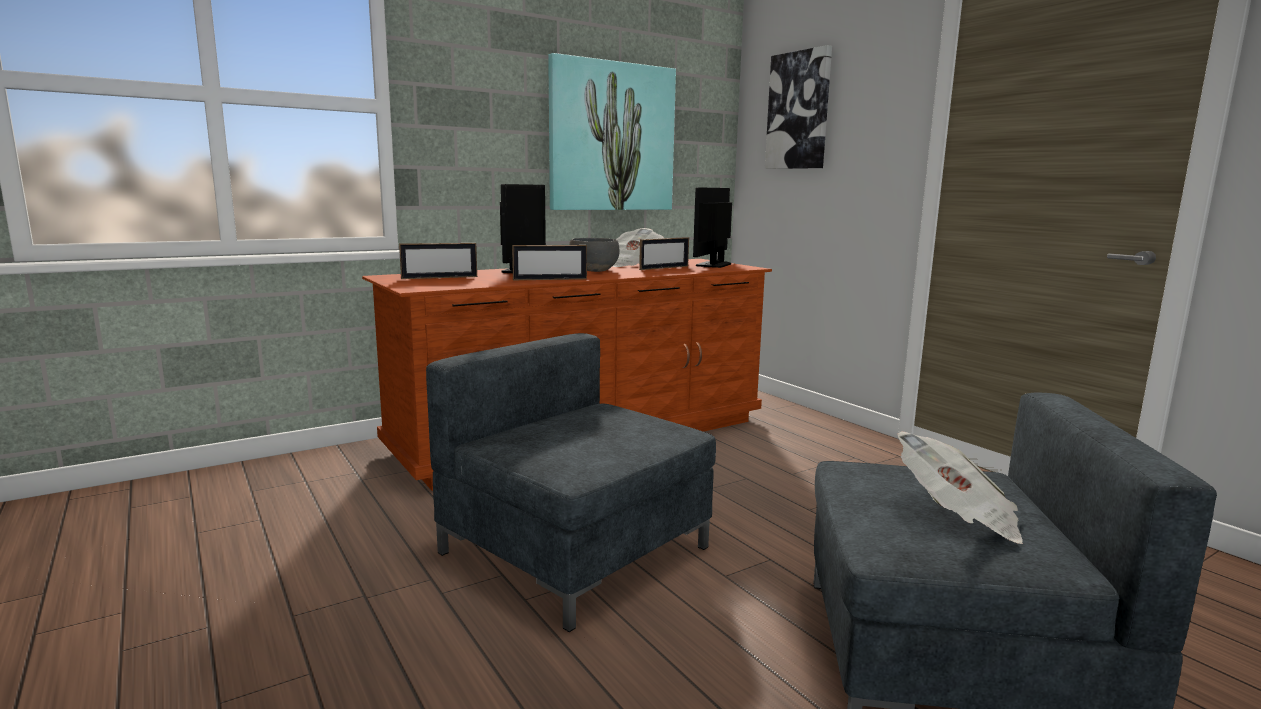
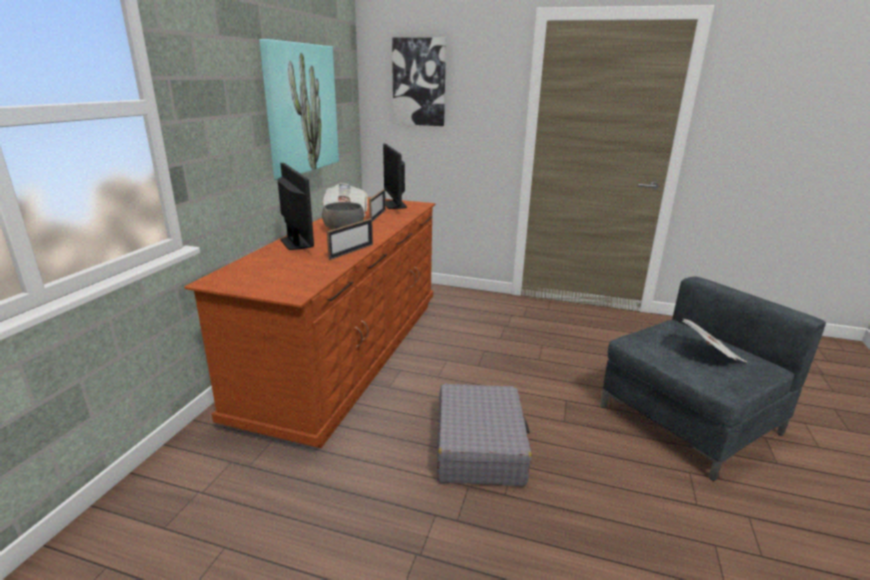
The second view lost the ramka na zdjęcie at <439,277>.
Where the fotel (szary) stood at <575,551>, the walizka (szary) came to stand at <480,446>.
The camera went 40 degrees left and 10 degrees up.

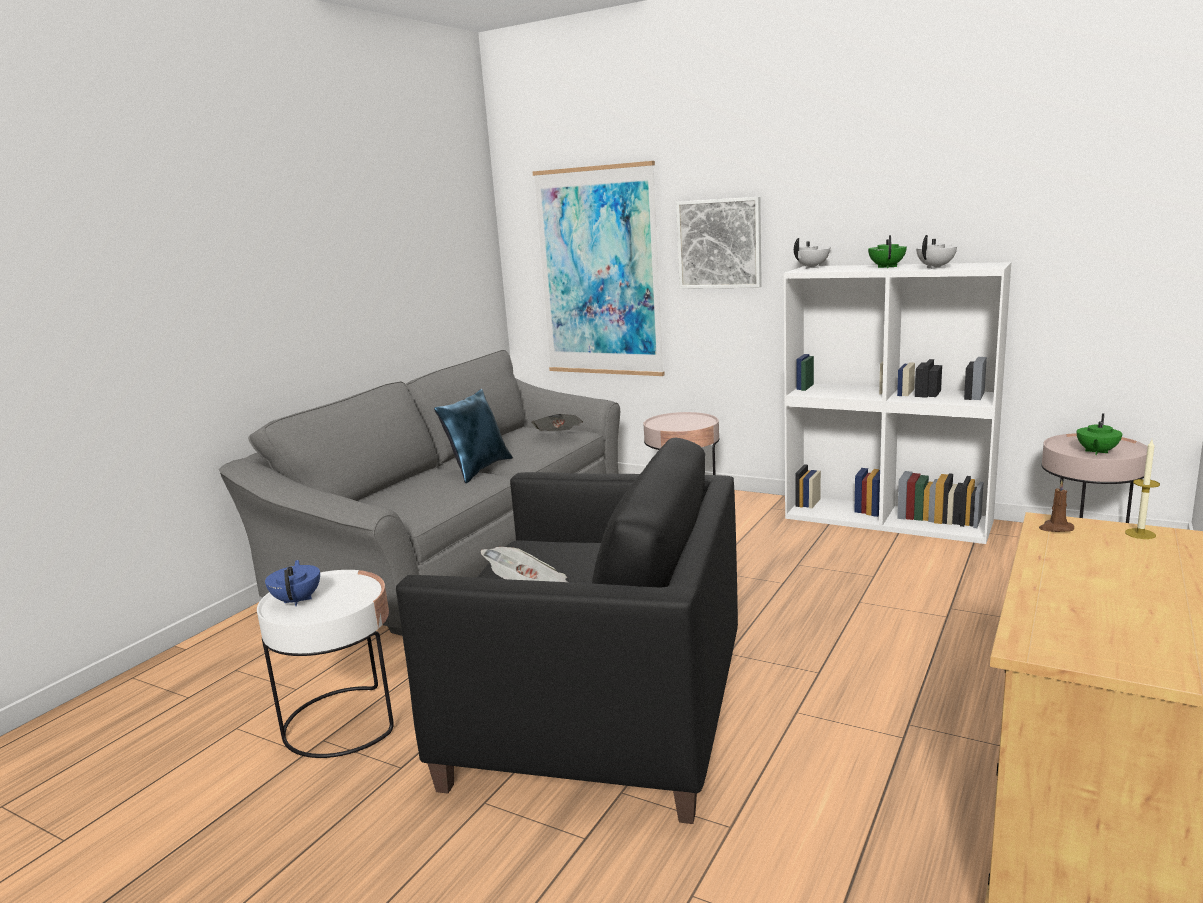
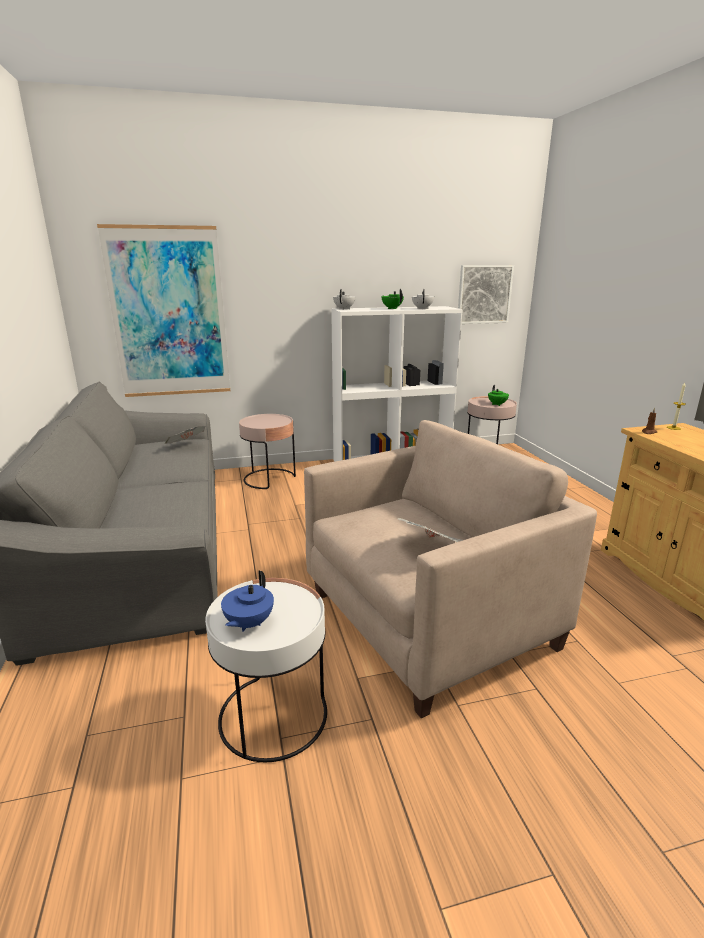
The second view lost the poduszka (niebieski) at <478,470>.
The obraz ended up elsewhere, having gone from <719,243> to <484,294>.
What was the fotel (czarny) at <598,714> turned into the fotel (beżowy) at <427,618>.
The imbryk (niebieski) at <298,600> ended up facing another way, 105 degrees counterclockwise from before.
The camera went 45 degrees left and 5 degrees up.

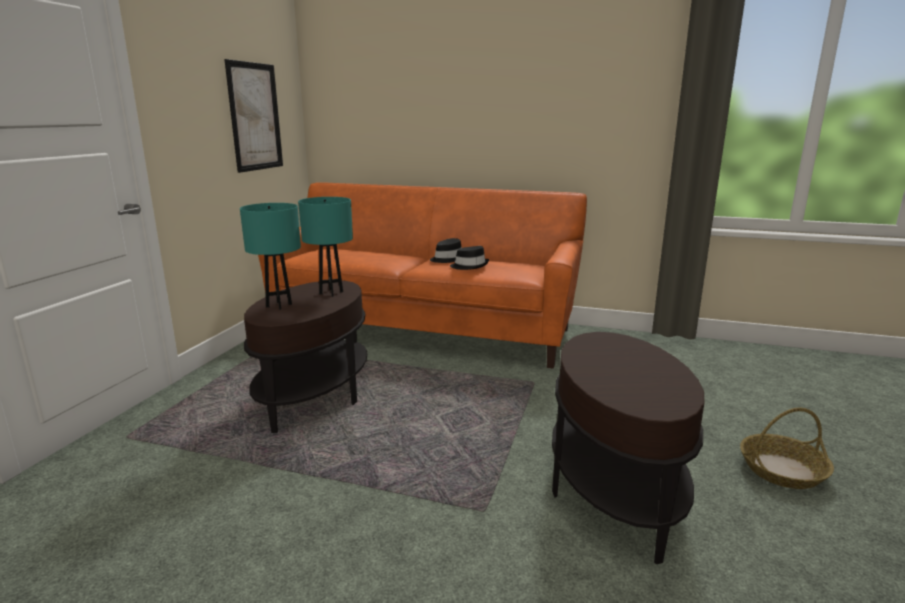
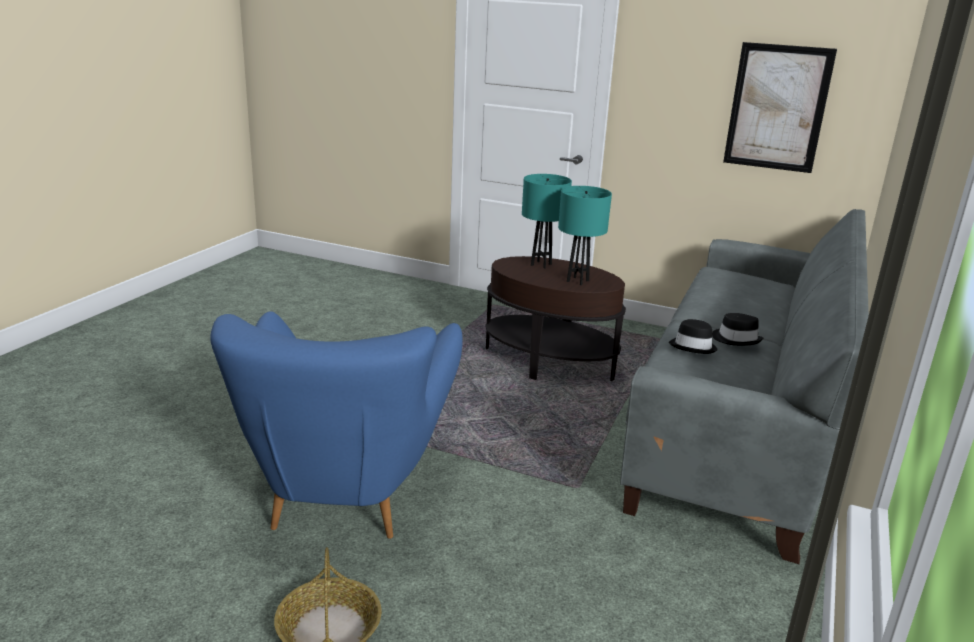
Where the stolik (brązowy) stood at <614,492>, the fotel (niebieski) came to stand at <346,492>.
What was the kanapa (pomarańczowy) at <423,330> turned into the kanapa (szary) at <738,427>.
The camera went 95 degrees right and 5 degrees up.

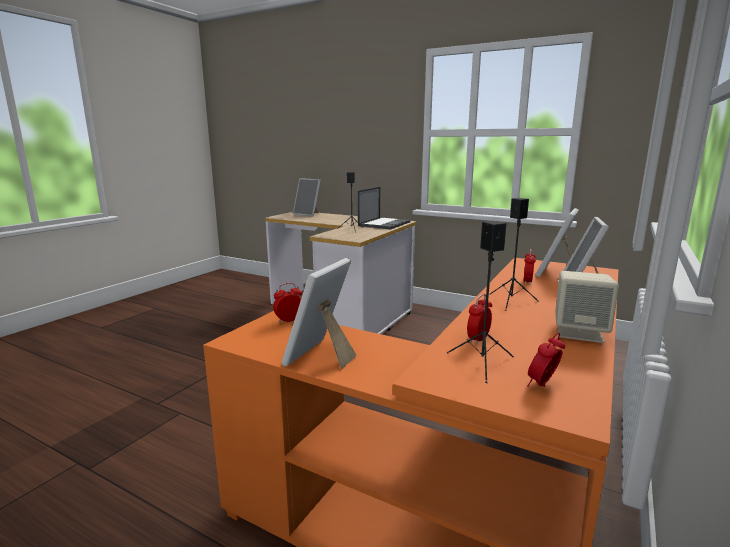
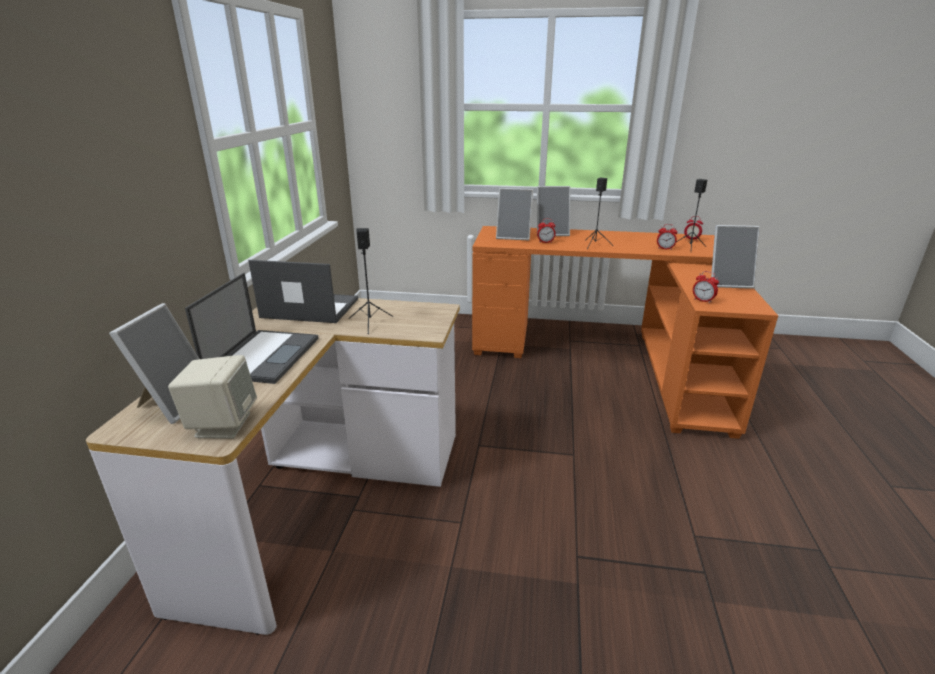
The second view gained the laptop at <264,355>.
The głośnik (beżowy) ended up elsewhere, having gone from <579,333> to <222,424>.
The camera went 110 degrees left and 10 degrees up.

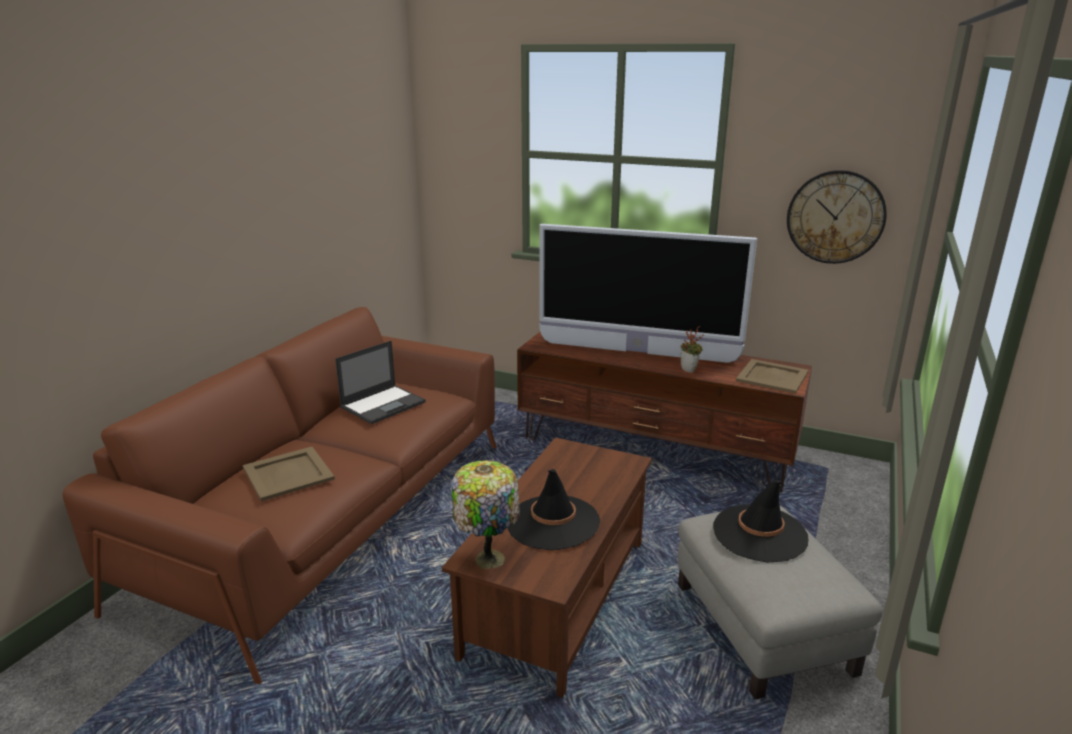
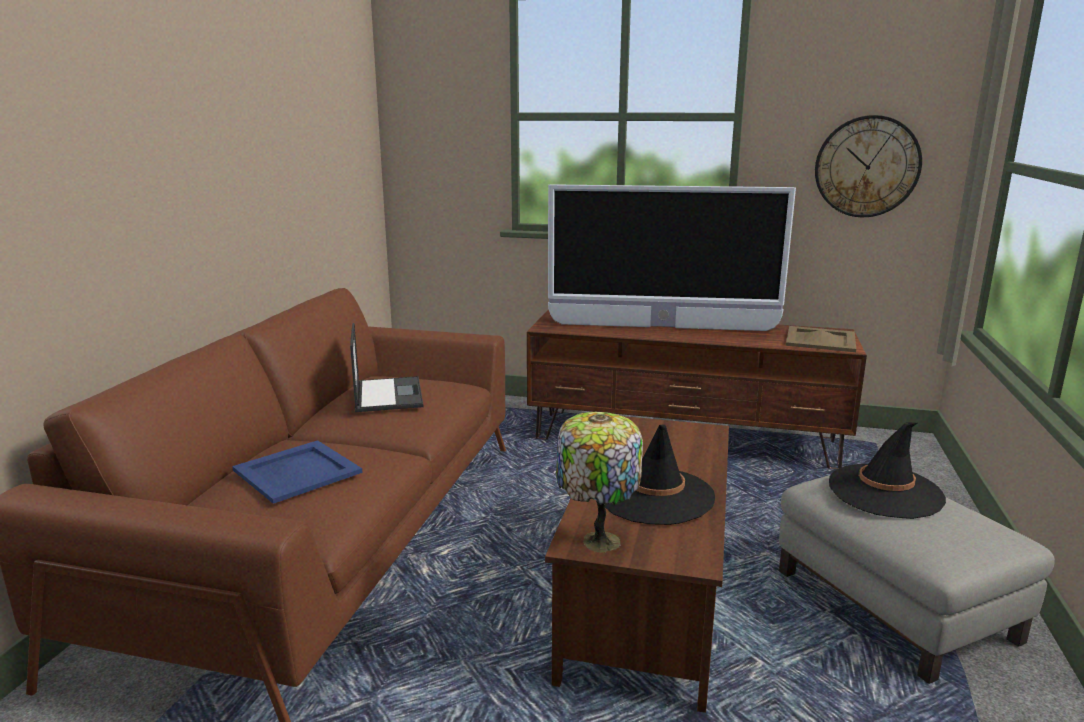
The second view lost the roślina doniczkowa at <690,370>.
What was the taca (beżowy) at <288,473> turned into the taca (niebieski) at <297,471>.
The laptop at <384,404> ended up facing another way, 45 degrees counterclockwise from before.
The camera went 10 degrees left and 5 degrees down.

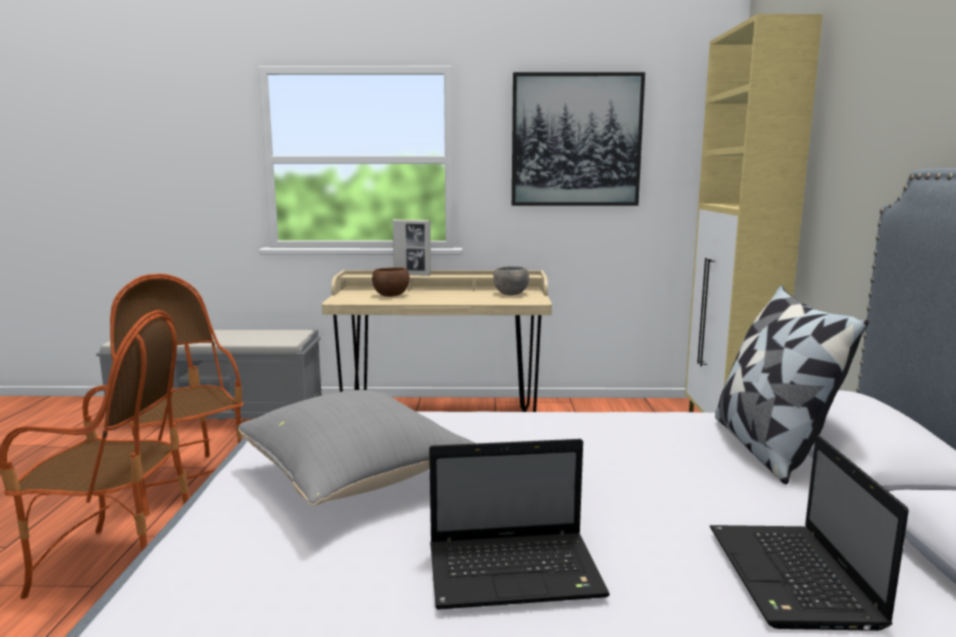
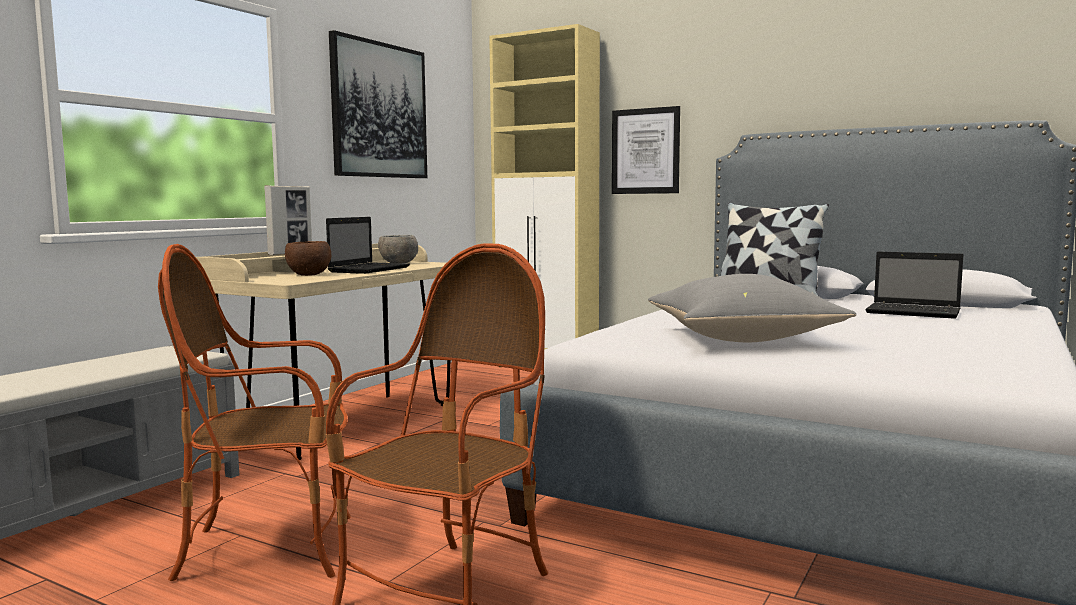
The second view gained the obraz at <645,151>.
The laptop ended up elsewhere, having gone from <517,572> to <370,269>.
The camera went 60 degrees left and 5 degrees down.

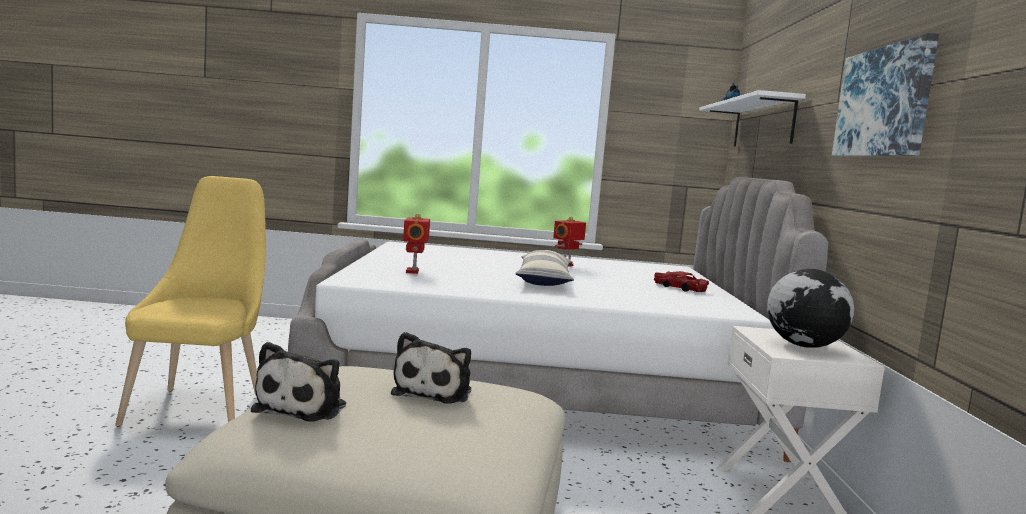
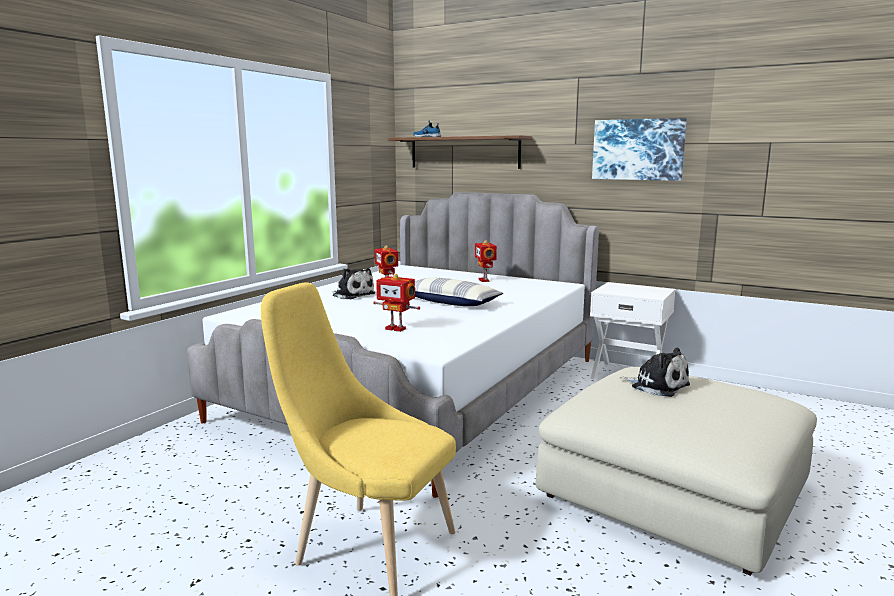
The second view lost the globus at <804,346>.
The pluszak ended up elsewhere, having gone from <304,407> to <352,295>.
Where the samochodzik (czerwony) stood at <680,288>, the robot zabawkowy came to stand at <484,280>.
What was the półka (biały) at <762,124> turned into the półka (brązowy) at <464,152>.
The camera went 60 degrees left and 5 degrees up.

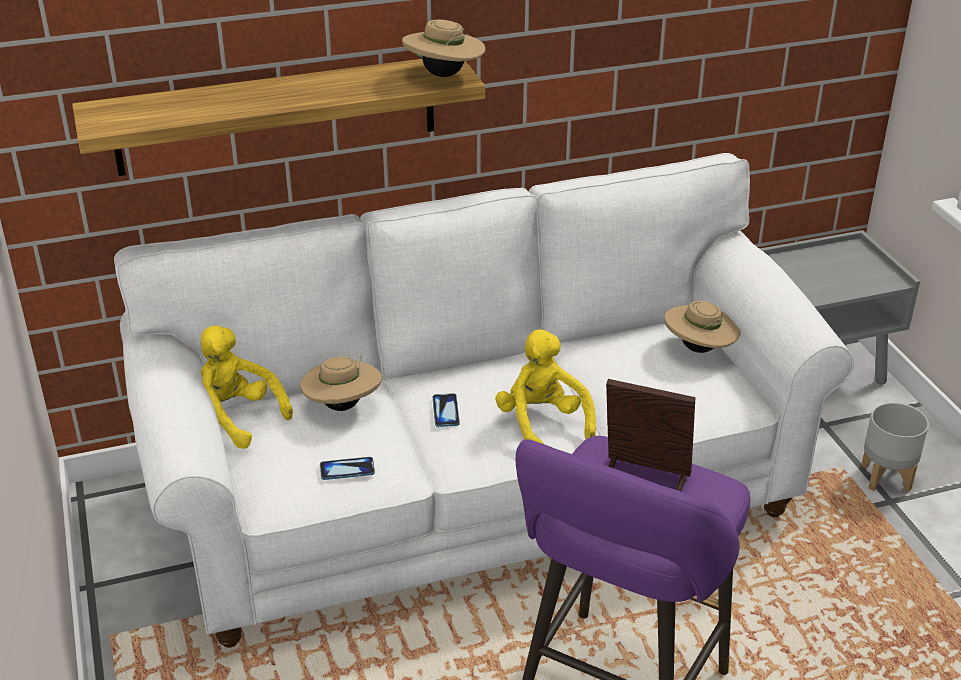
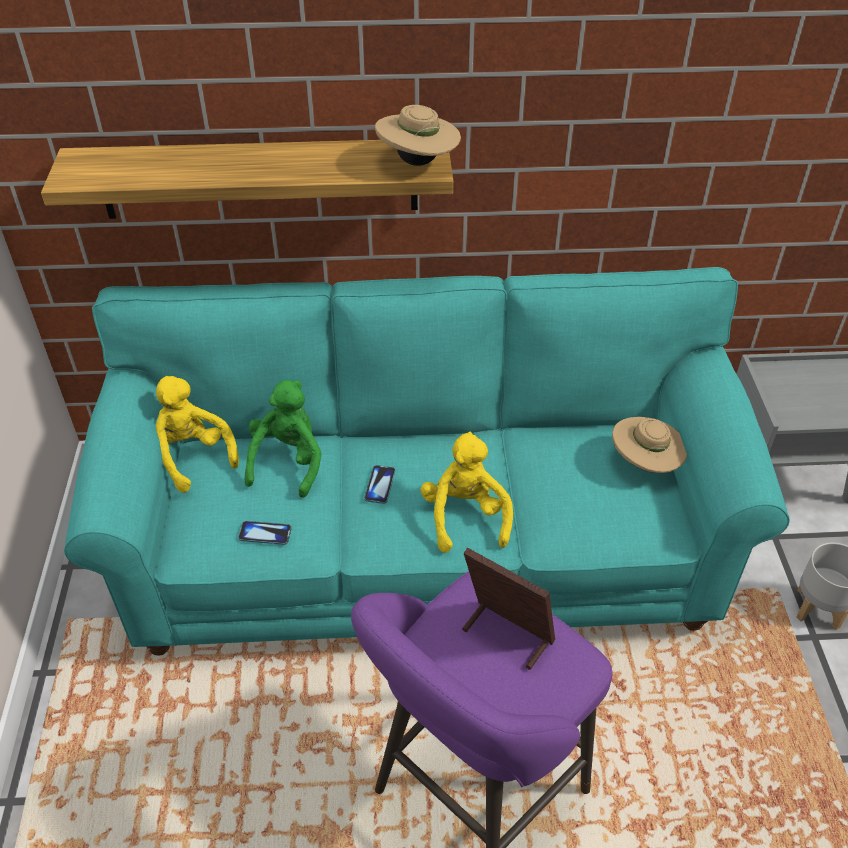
Where the kapelusz (beżowy) stood at <343,405>, the pluszak (zielony) came to stand at <288,462>.
What was the kanapa (biały) at <480,497> turned into the kanapa (turkusowy) at <424,548>.
The camera went 15 degrees right and 10 degrees up.

